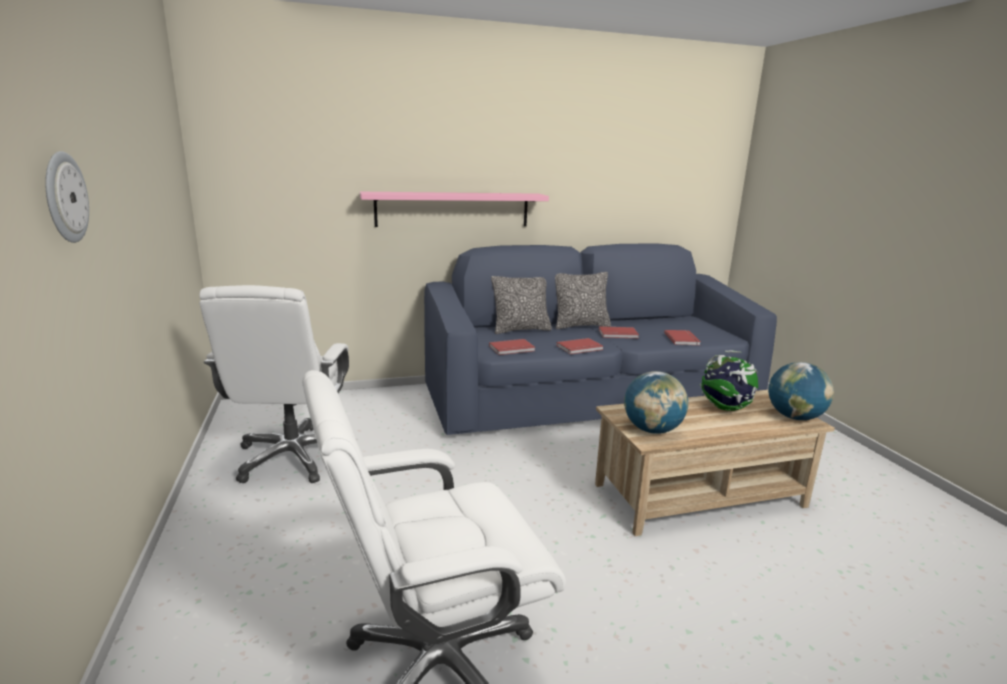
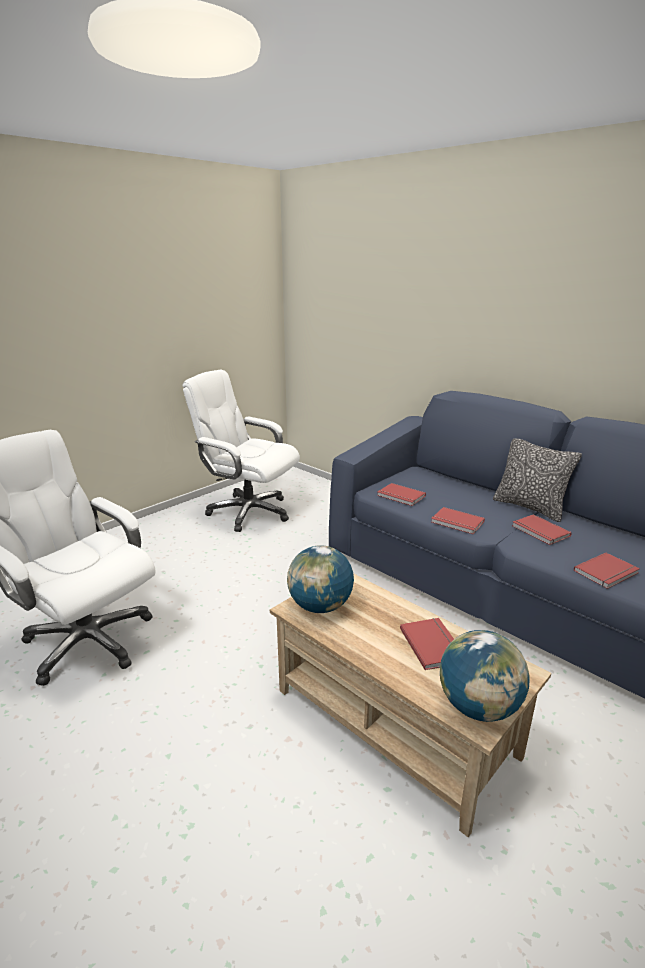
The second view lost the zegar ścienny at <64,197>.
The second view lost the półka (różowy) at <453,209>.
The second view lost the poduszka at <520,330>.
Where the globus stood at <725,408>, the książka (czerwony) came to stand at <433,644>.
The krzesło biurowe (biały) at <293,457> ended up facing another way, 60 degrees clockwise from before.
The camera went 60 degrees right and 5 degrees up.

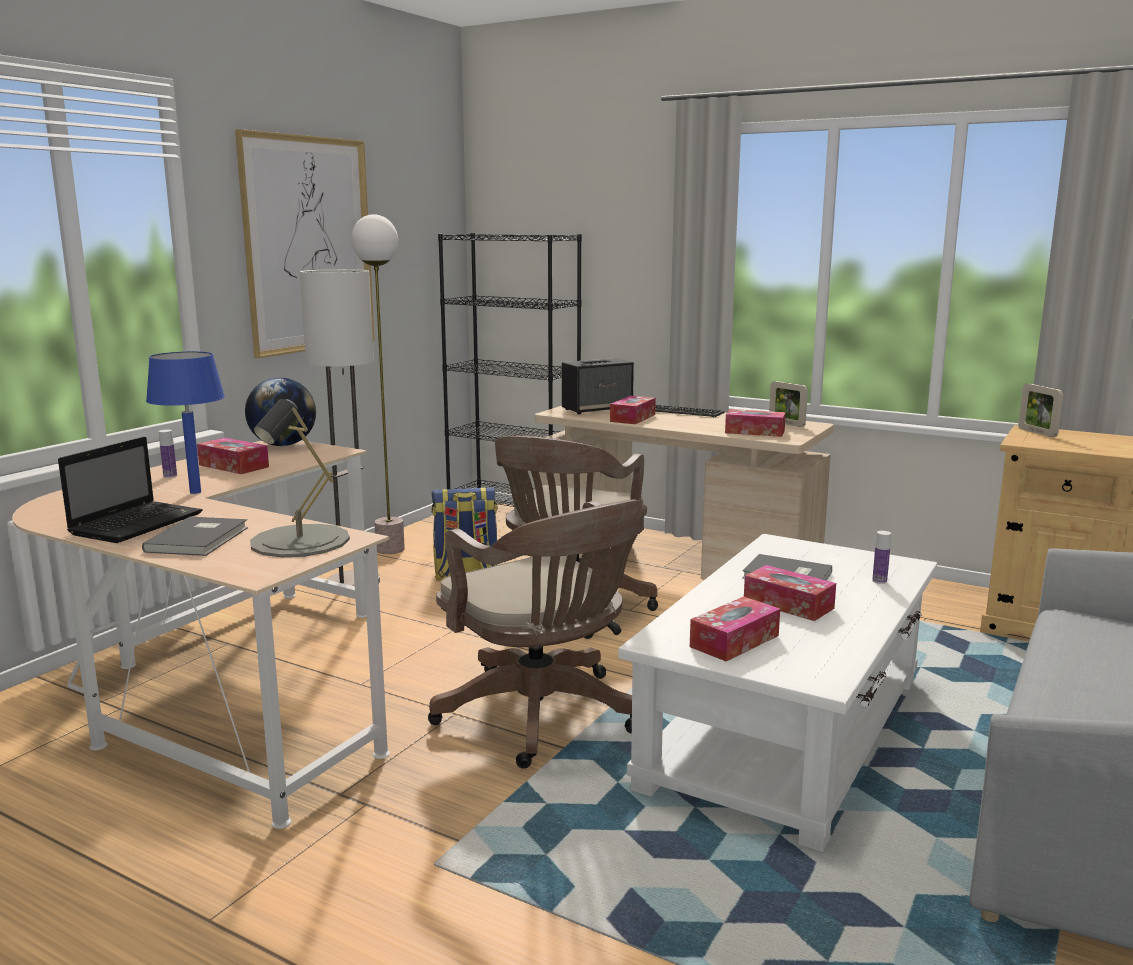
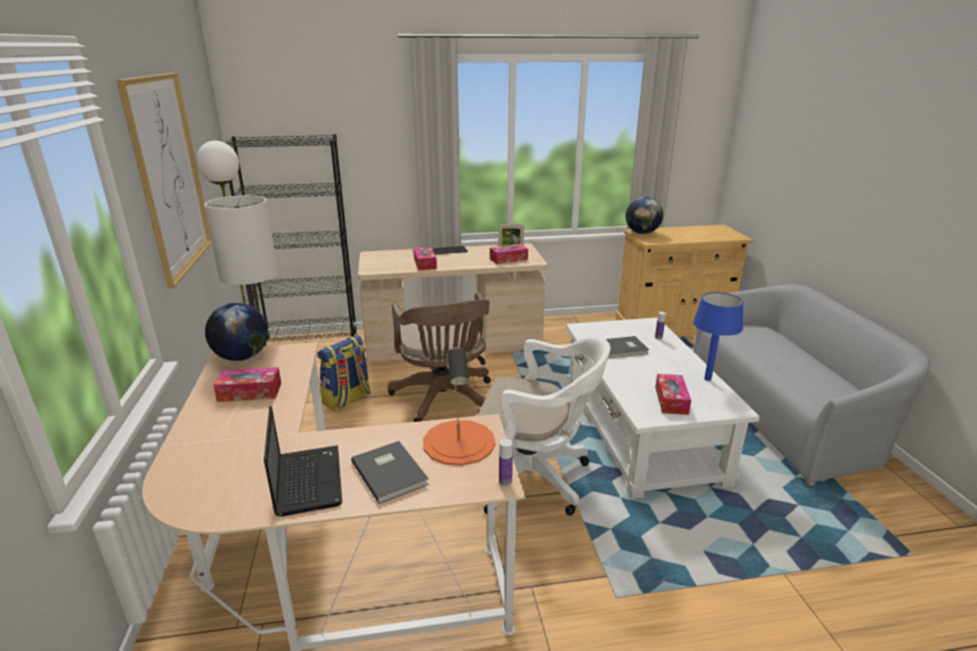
The second view lost the głośnik at <597,409>.
The second view lost the pudełko chusteczek at <788,604>.
The lampa stołowa (niebieski) ended up elsewhere, having gone from <195,492> to <708,379>.
The butelka ended up elsewhere, having gone from <170,476> to <505,481>.
Where the ramka na zdjęcie stood at <1037,432>, the globus came to stand at <642,233>.
What was the lampa stołowa (szary) at <300,541> turned into the lampa stołowa (pomarańczowy) at <459,442>.
What was the krzesło biurowe (brązowy) at <543,717> turned into the krzesło biurowe (biały) at <534,478>.
The camera went 40 degrees left and 10 degrees up.

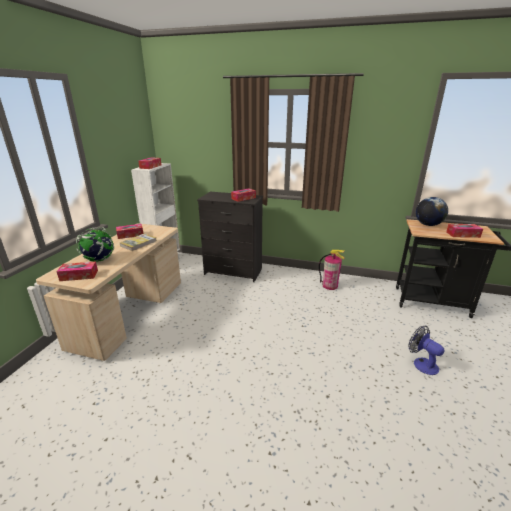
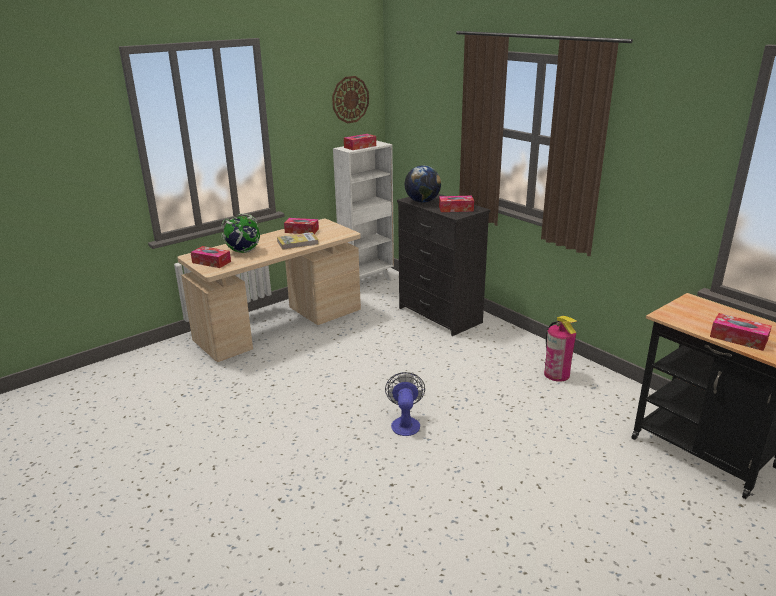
The second view gained the zegar ścienny at <350,99>.
The wentylator ended up elsewhere, having gone from <421,363> to <405,423>.
The globus ended up elsewhere, having gone from <428,225> to <422,201>.
The camera went 35 degrees right and 0 degrees up.

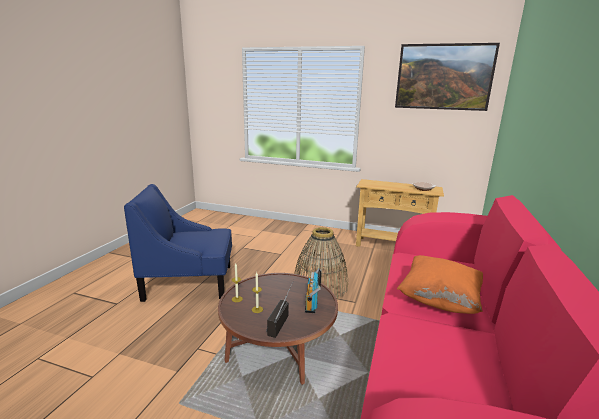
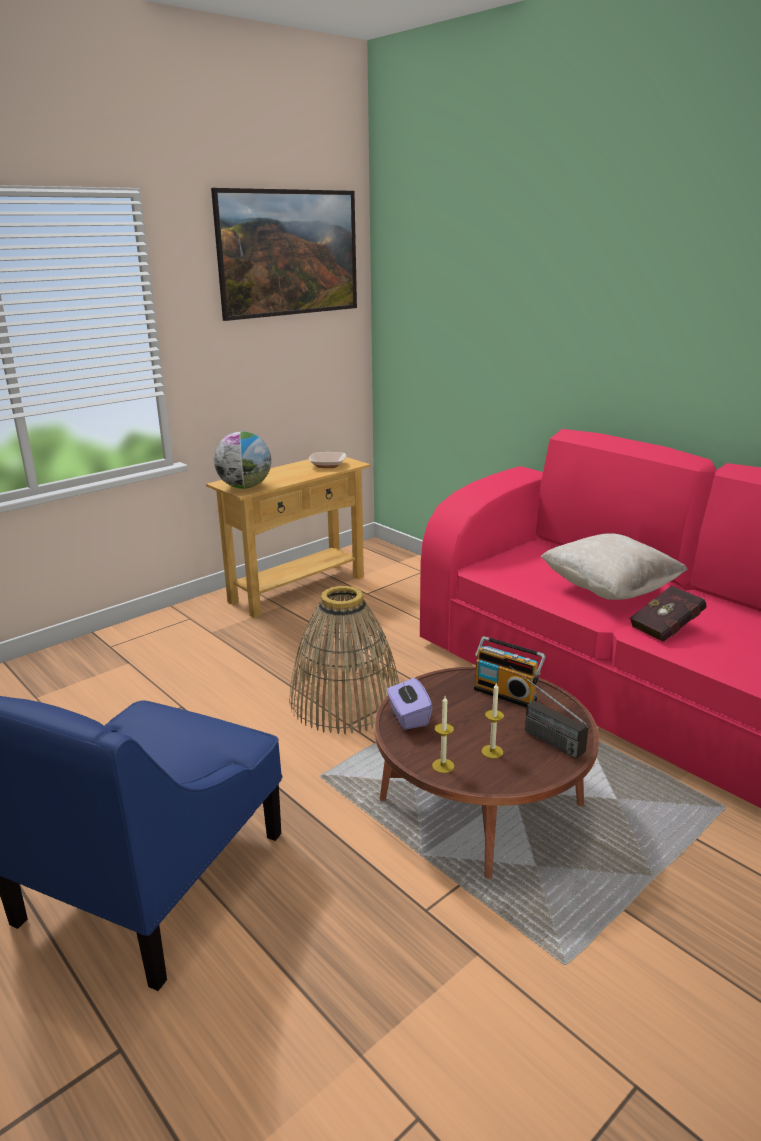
The second view gained the globus at <245,487>.
The second view gained the pudełko chusteczek (fioletowy) at <408,717>.
The second view gained the książka (czerwony) at <668,628>.
What was the poduszka (pomarańczowy) at <439,300> turned into the poduszka (beżowy) at <608,590>.
The camera went 60 degrees left and 5 degrees up.

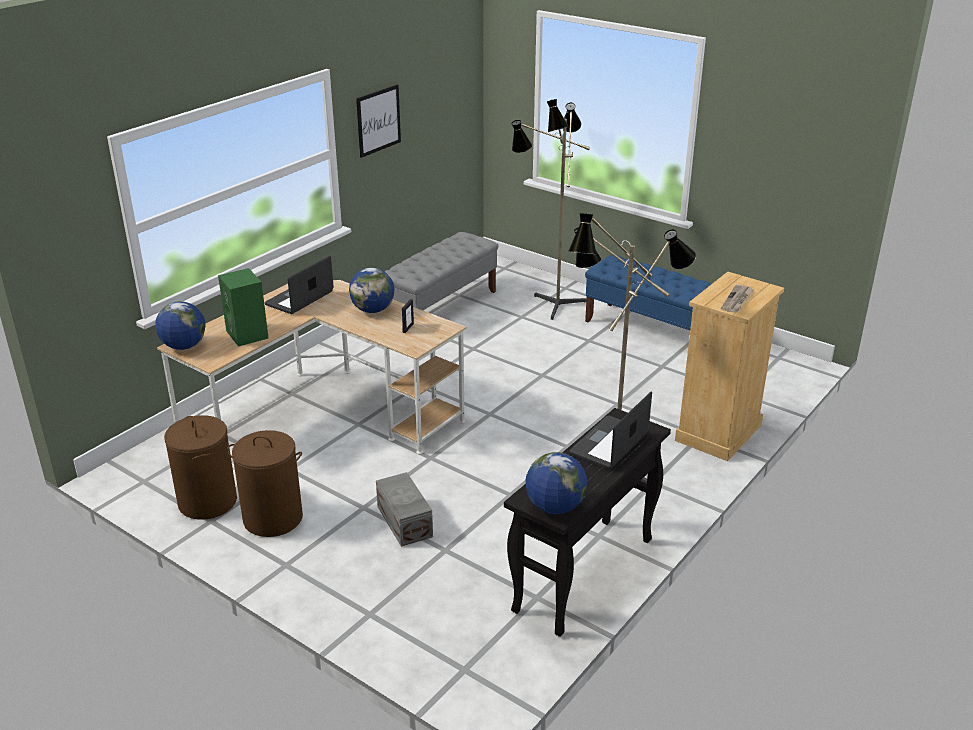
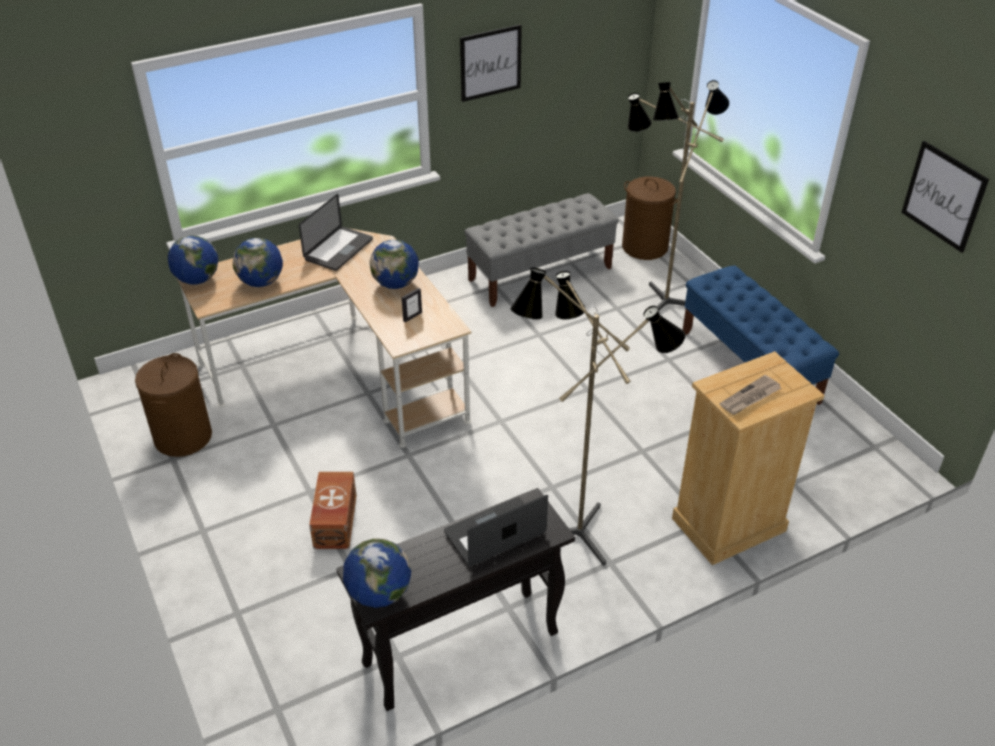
The second view gained the obraz at <944,196>.
The kosz na pranie (brązowy) ended up elsewhere, having gone from <273,518> to <645,247>.
Where the głośnik (zielony) stood at <248,335>, the globus came to stand at <261,282>.
What was the pojemnik do przechowywania (szary) at <404,522> turned into the pojemnik do przechowywania (brązowy) at <334,522>.
The laptop at <299,298> ended up facing another way, 150 degrees clockwise from before.
The camera went 25 degrees right and 10 degrees up.

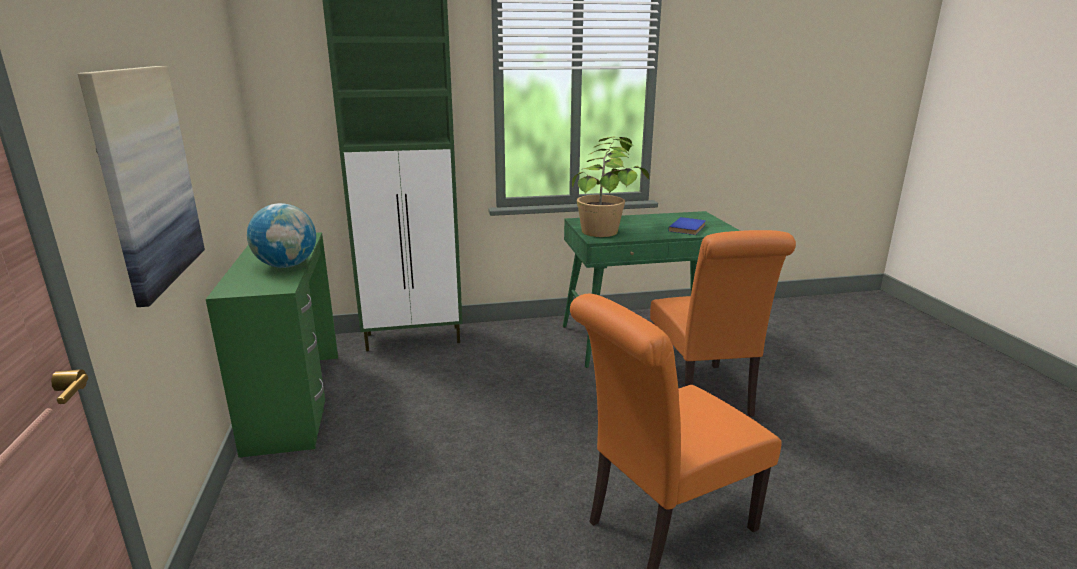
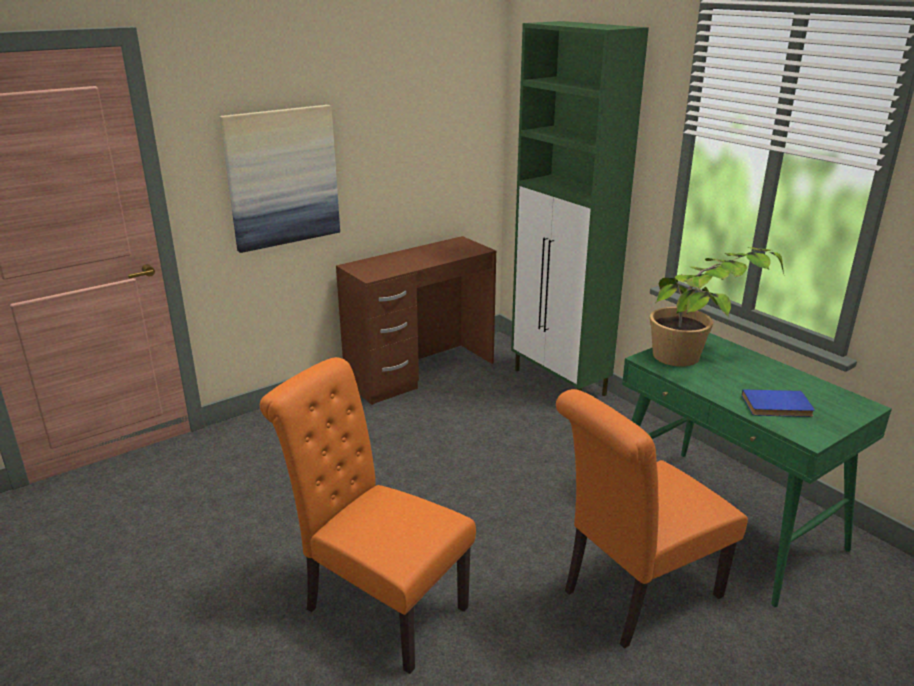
The second view lost the globus at <287,266>.
What was the biurko (zielony) at <294,400> turned into the biurko (brązowy) at <420,372>.
The camera went 65 degrees right and 5 degrees up.

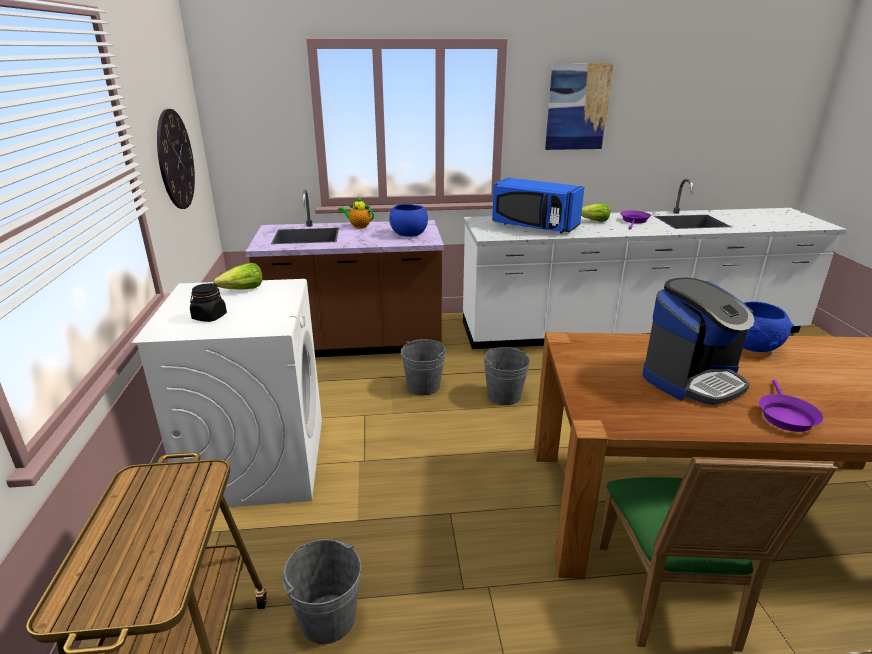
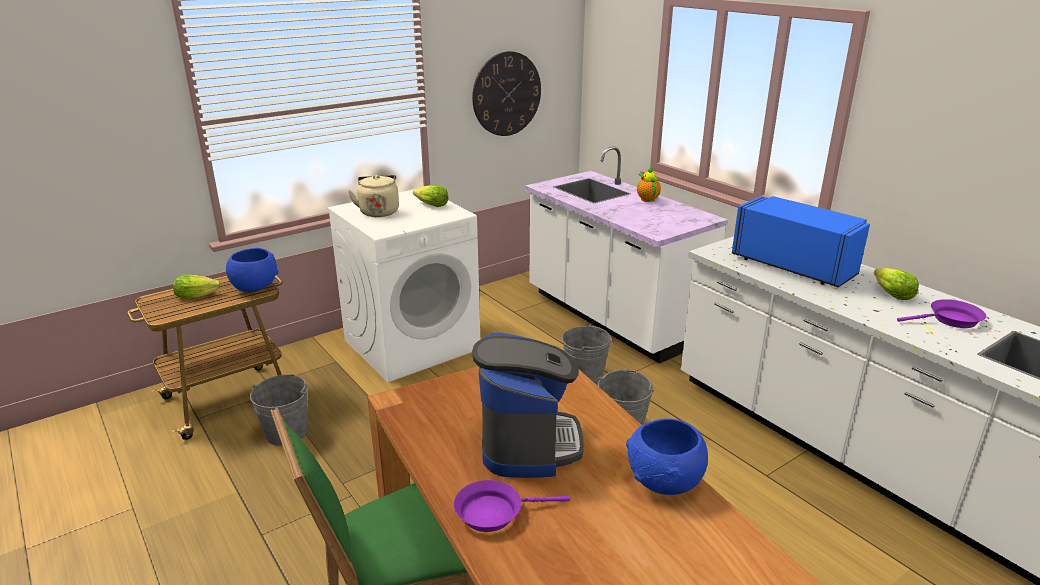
The second view lost the obraz at <577,107>.
The second view gained the sałata at <199,295>.
The miska (niebieski) ended up elsewhere, having gone from <408,234> to <254,286>.
Where the słoik (czarny) stood at <209,317>, the czajnik (beżowy) came to stand at <378,211>.
What was the zabudowa kuchenna (brązowy) at <355,344> turned into the zabudowa kuchenna (biały) at <612,317>.
The mikrofalówka (niebieski) at <534,226> ended up facing another way, 135 degrees clockwise from before.
The ekspres do kawy at <692,379> ended up facing another way, 120 degrees counterclockwise from before.
The camera went 60 degrees right and 0 degrees up.

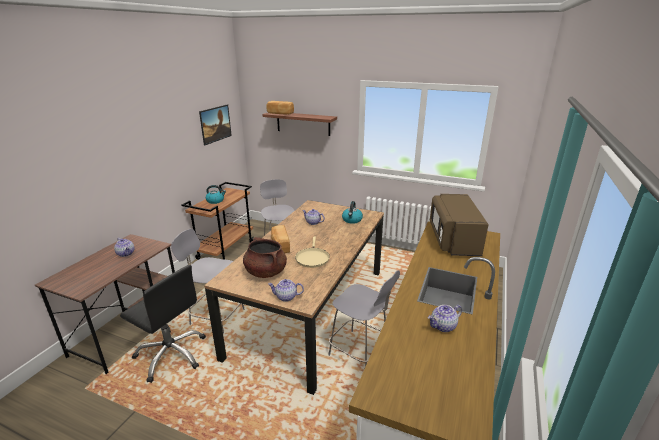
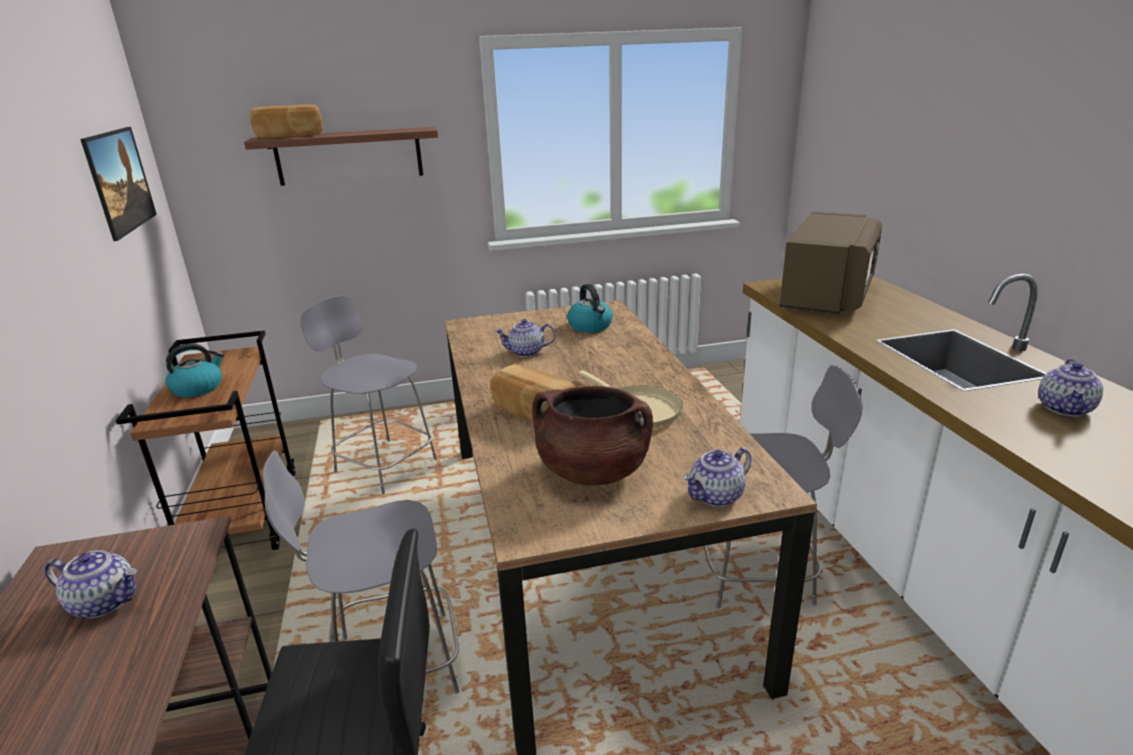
The mikrofalówka (brązowy) at <453,240> ended up facing another way, 120 degrees counterclockwise from before.
The camera went 35 degrees left and 0 degrees up.

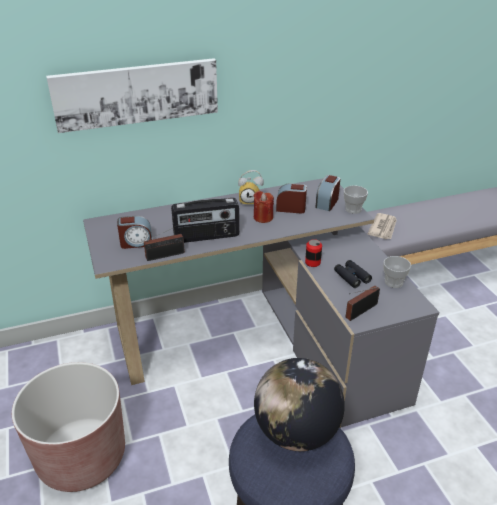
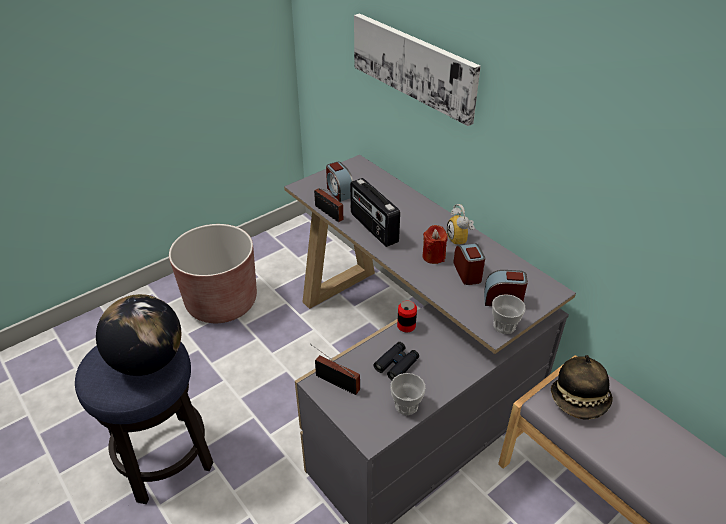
Where the gazeta stood at <383,228>, the kapelusz came to stand at <580,400>.
The camera went 70 degrees right and 5 degrees up.

